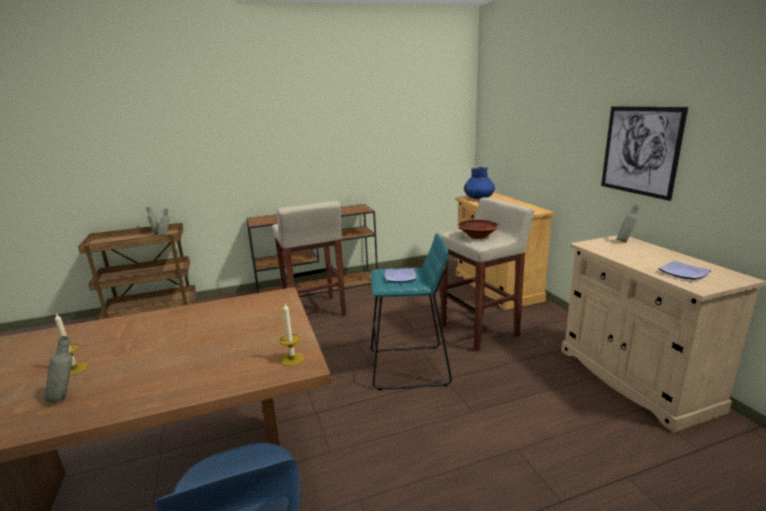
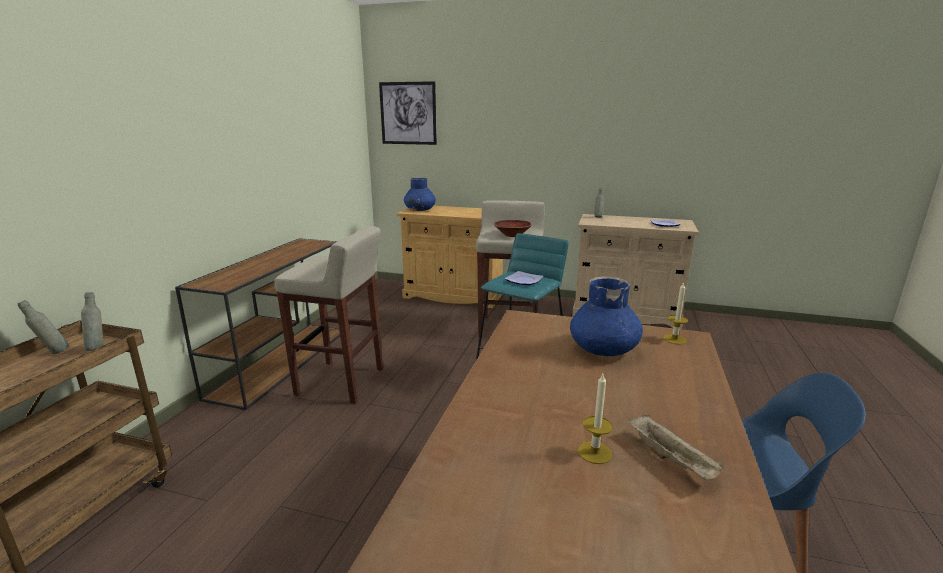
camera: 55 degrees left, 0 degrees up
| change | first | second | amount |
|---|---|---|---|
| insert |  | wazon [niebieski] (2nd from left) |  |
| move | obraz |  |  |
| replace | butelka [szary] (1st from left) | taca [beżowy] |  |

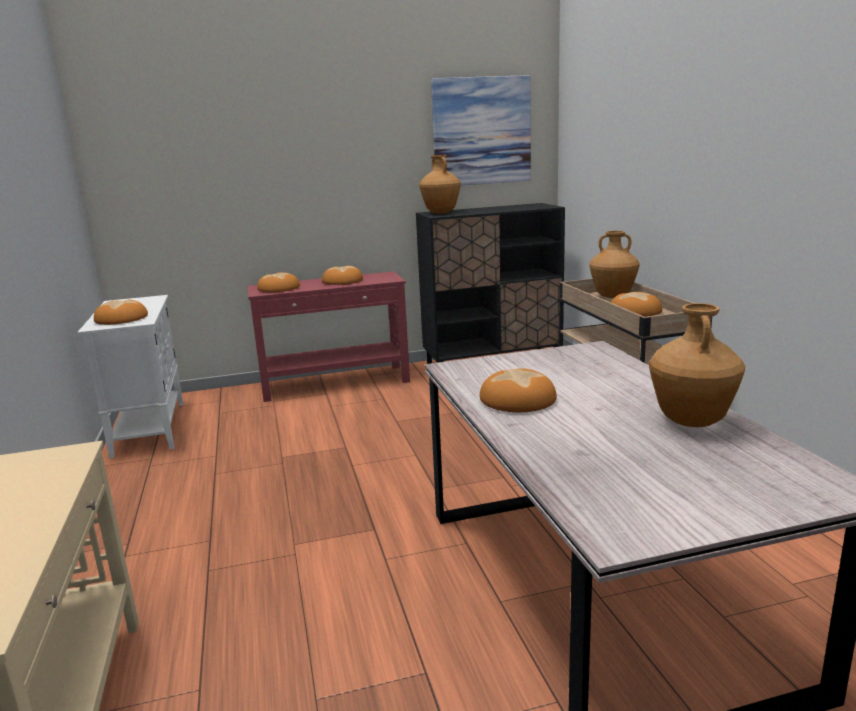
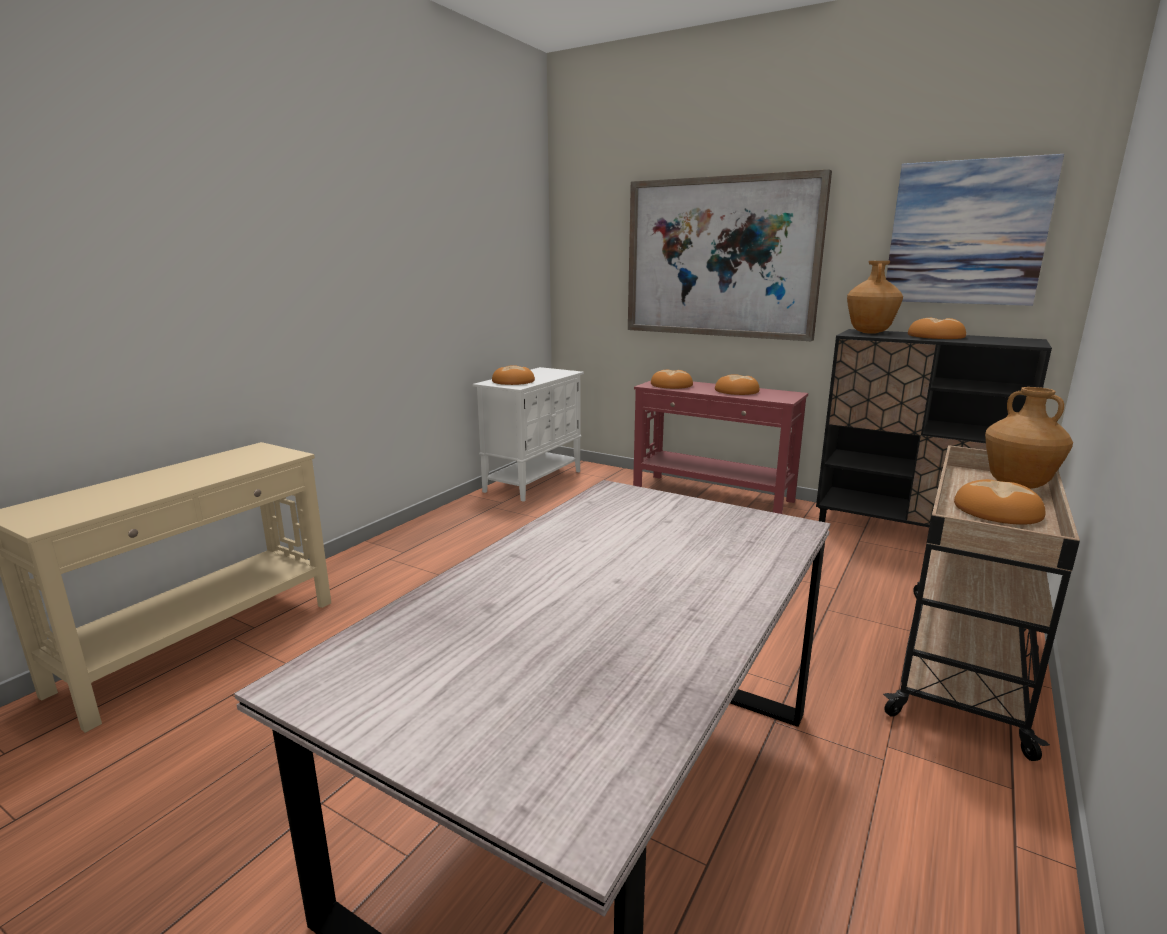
camera: 45 degrees right, 0 degrees up
| change | first | second | amount |
|---|---|---|---|
| delete | wazon [brązowy] (3rd from left) |  |  |
| insert |  | obraz (1st from left) |  |
| move | chleb (4th from left) |  |  |

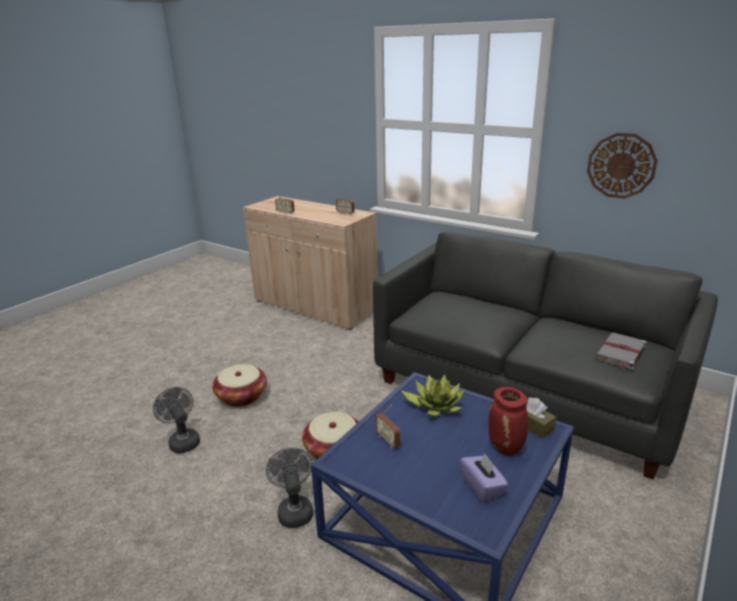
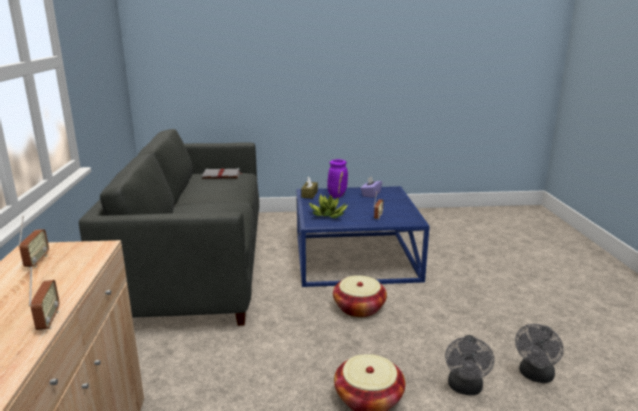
camera: 130 degrees left, 5 degrees down
| change | first | second | amount |
|---|---|---|---|
| delete | zegar ścienny |  |  |
| move | wentylator [szary] (2nd from left) |  |  |
| recolor | wazon [czerwony] | wazon [fioletowy] |  |

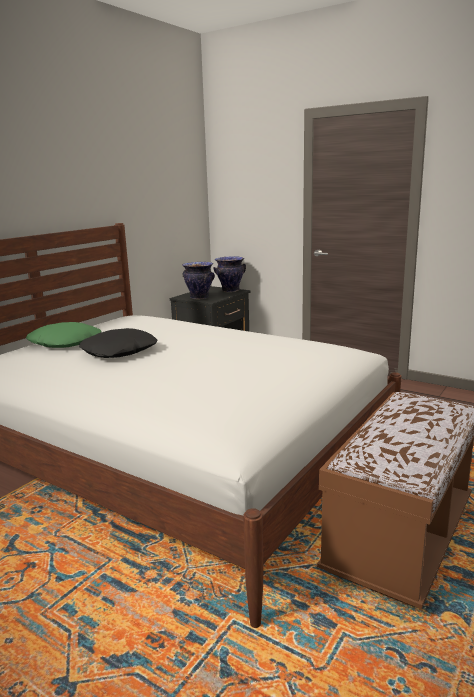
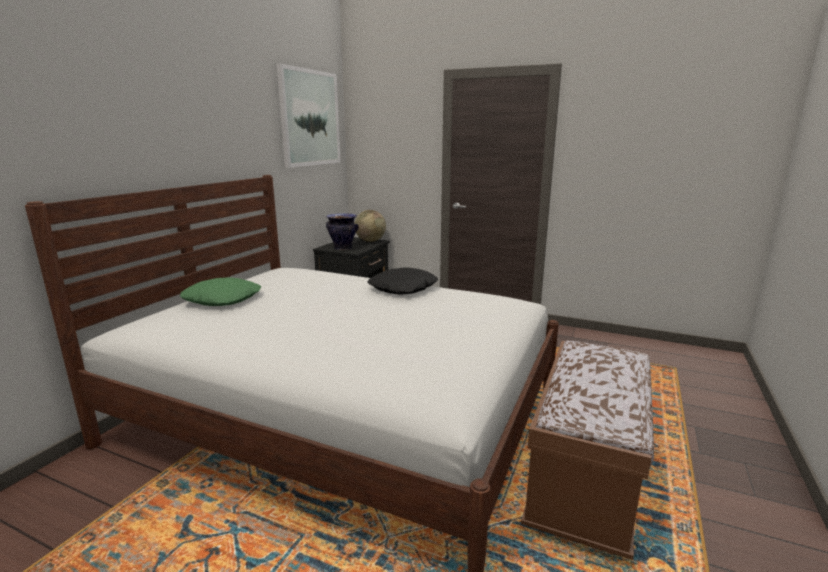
camera: 10 degrees left, 0 degrees up
| change | first | second | amount |
|---|---|---|---|
| insert |  | obraz |  |
| move | poduszka [czarny] |  |  |
| replace | wazon (2nd from left) | globus |  |

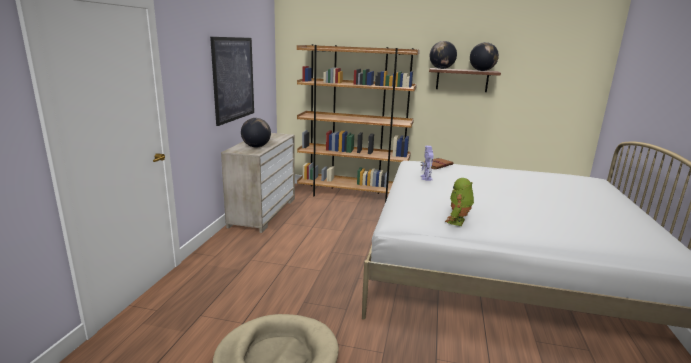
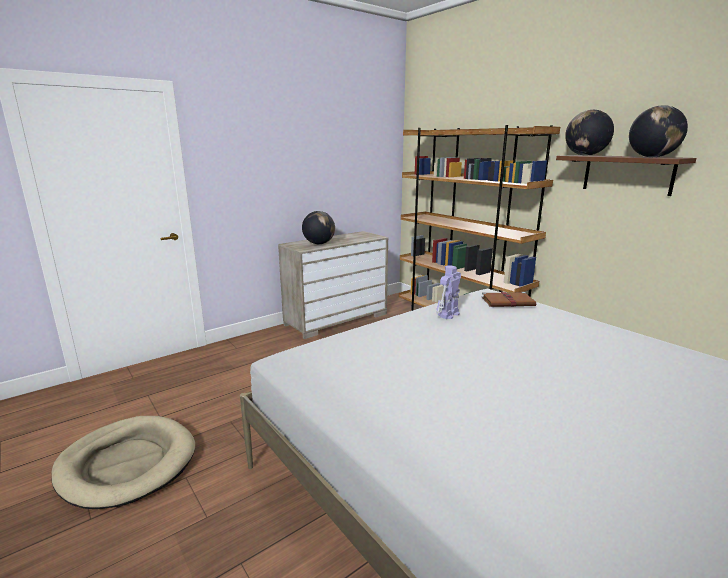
camera: 40 degrees right, 0 degrees up
| change | first | second | amount |
|---|---|---|---|
| delete | obraz |  |  |
| delete | robot zabawkowy (2nd from left) |  |  |

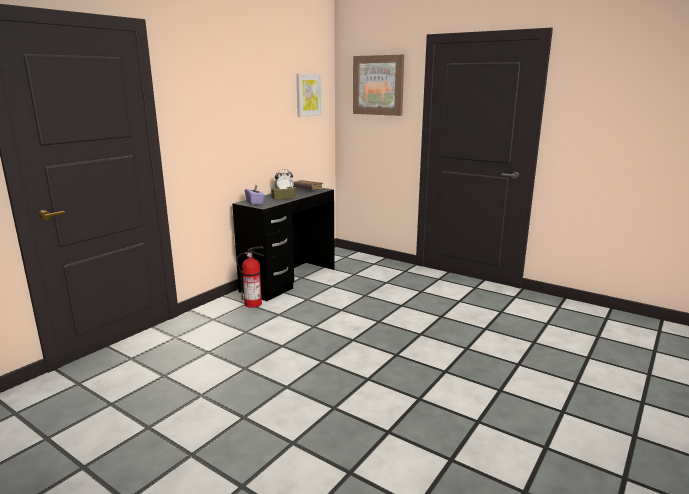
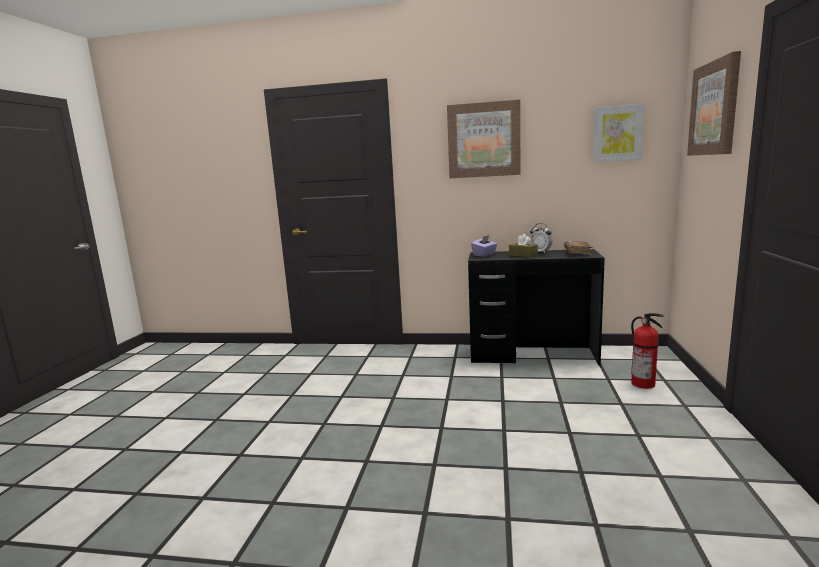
camera: 65 degrees right, 5 degrees down
| change | first | second | amount |
|---|---|---|---|
| insert |  | obraz (1st from left) |  |
| move | gaśnica |  |  |

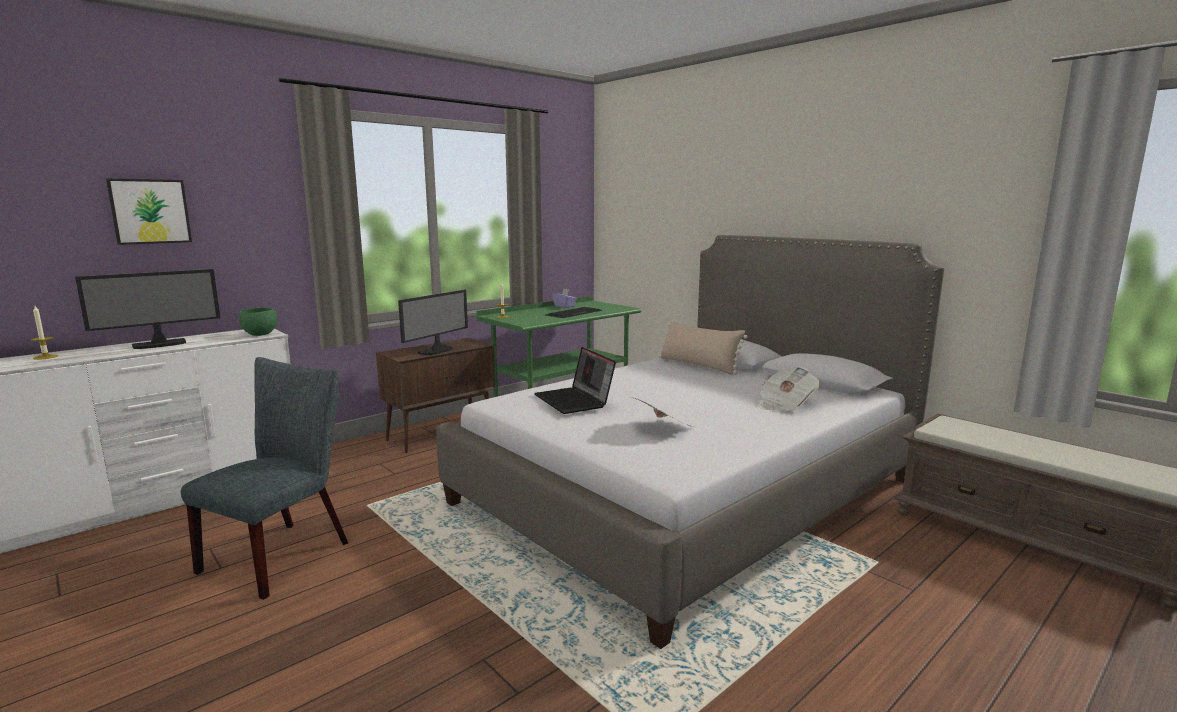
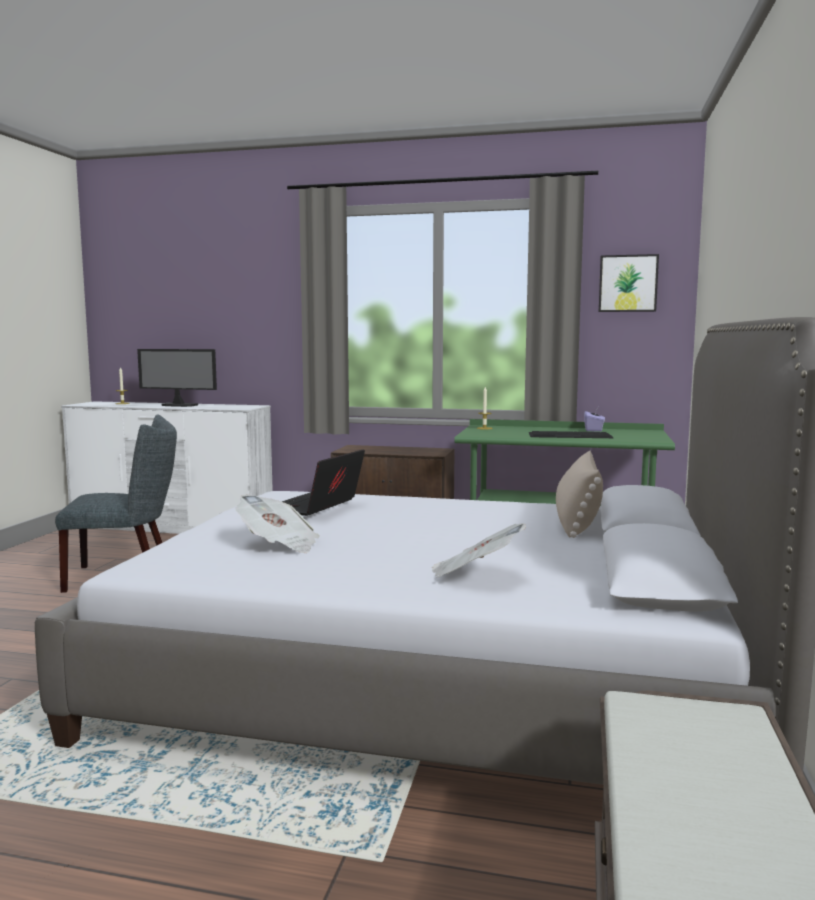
camera: 55 degrees right, 5 degrees down
| change | first | second | amount |
|---|---|---|---|
| delete | miska [zielony] |  |  |
| delete | monitor (2nd from left) |  |  |
| move | obraz |  |  |

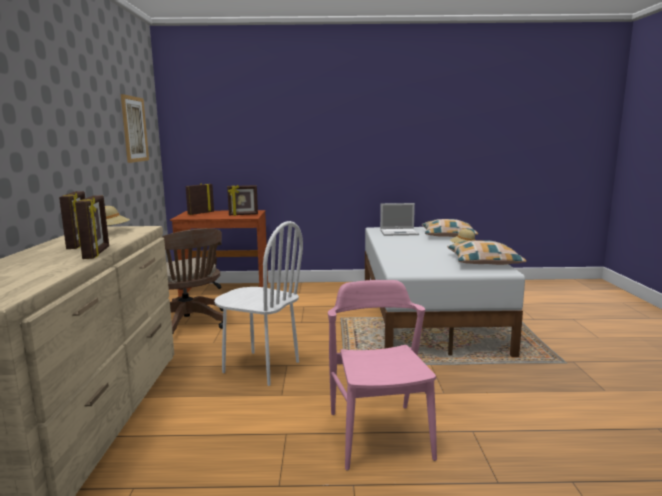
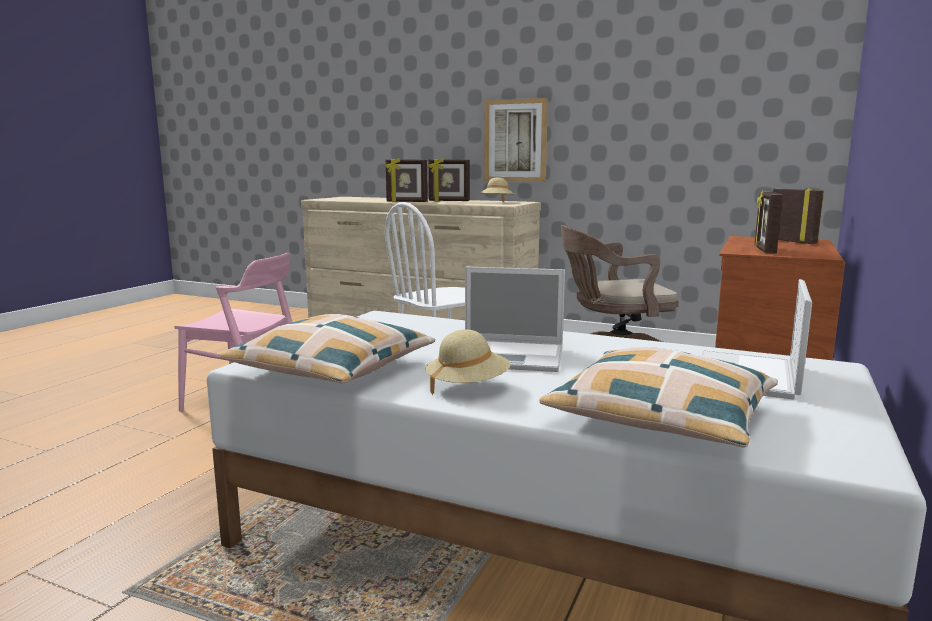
camera: 115 degrees right, 0 degrees up
| change | first | second | amount |
|---|---|---|---|
| insert |  | laptop (1st from left) |  |
| move | obraz |  |  |

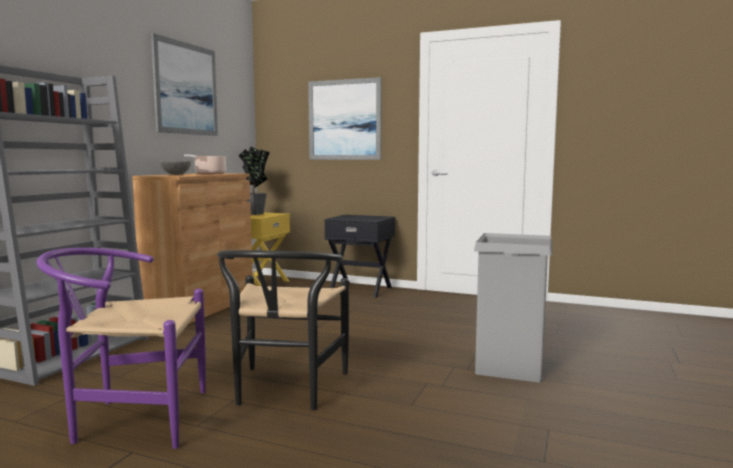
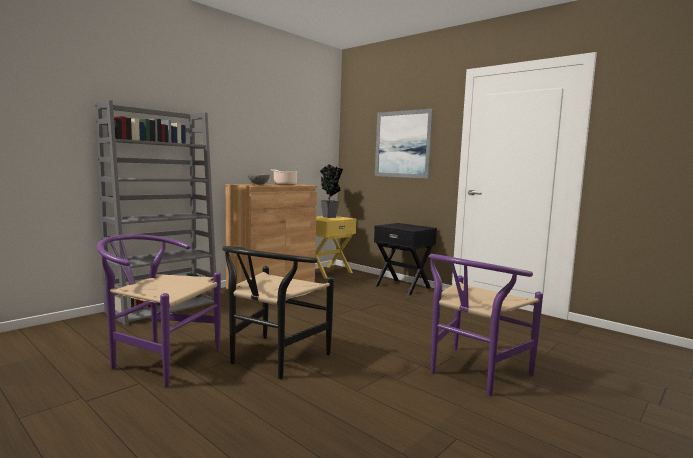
camera: 20 degrees right, 0 degrees up
| change | first | second | amount |
|---|---|---|---|
| delete | obraz (1st from left) |  |  |
| replace | kosz na śmieci [szary] | krzesło [fioletowy] (2nd from left) |  |

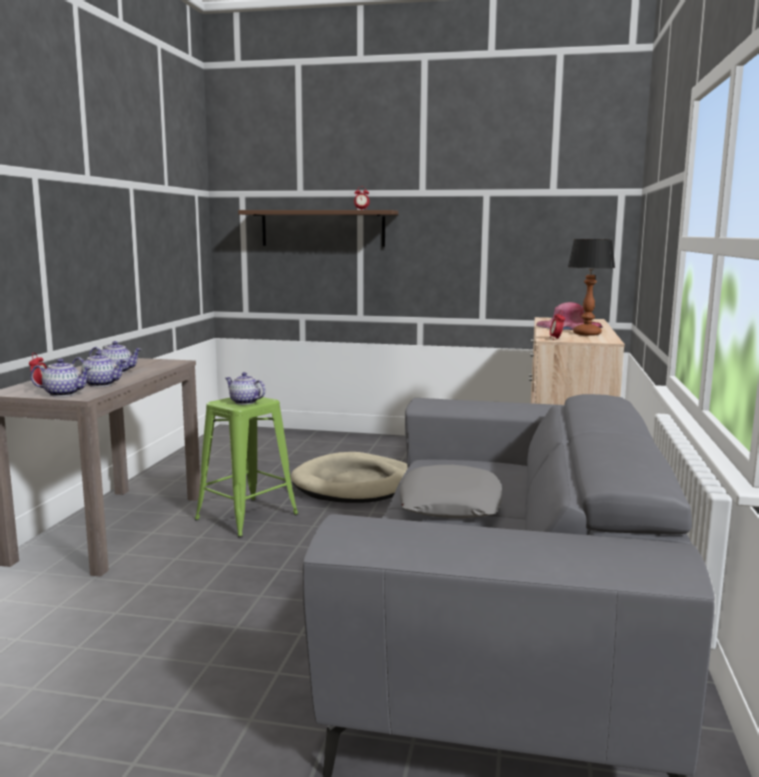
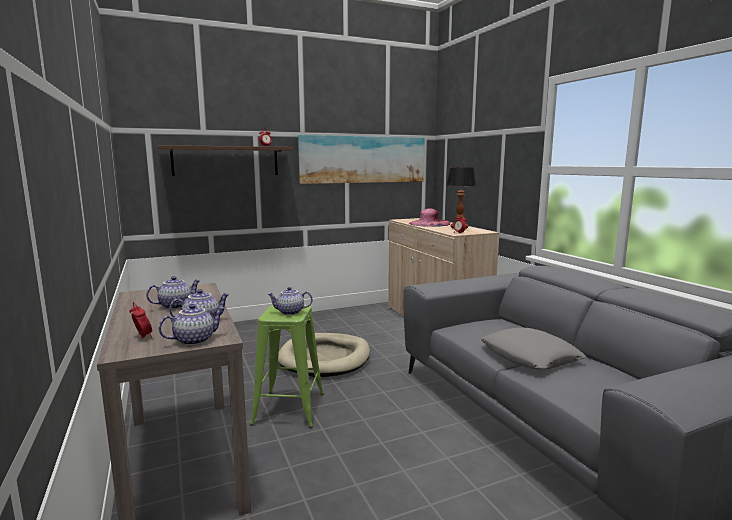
camera: 35 degrees left, 0 degrees up
| change | first | second | amount |
|---|---|---|---|
| insert |  | obraz |  |

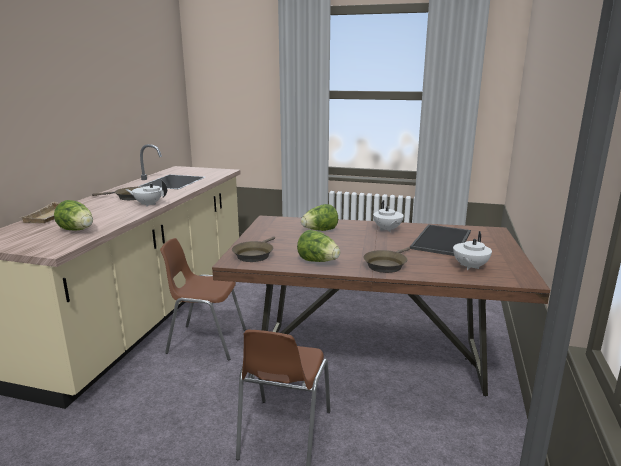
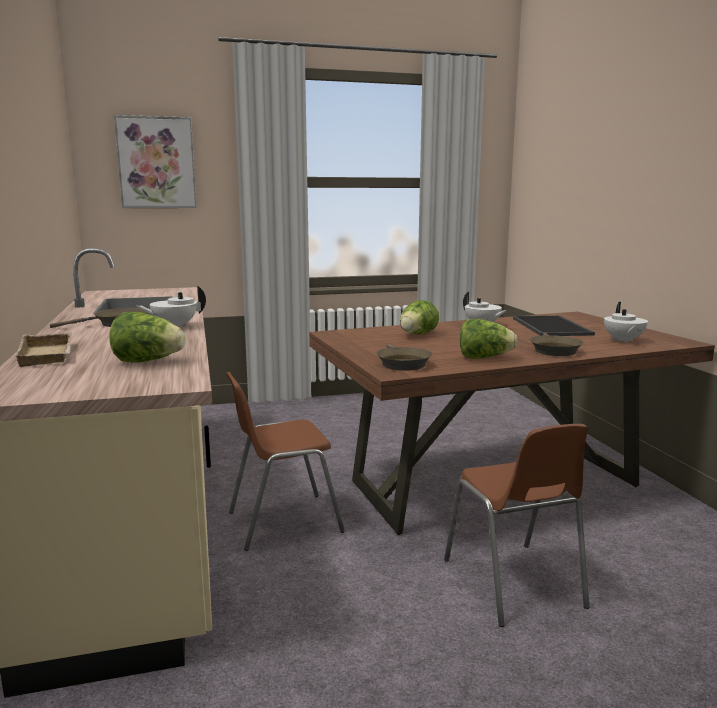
camera: 30 degrees left, 5 degrees down
| change | first | second | amount |
|---|---|---|---|
| insert |  | obraz |  |

